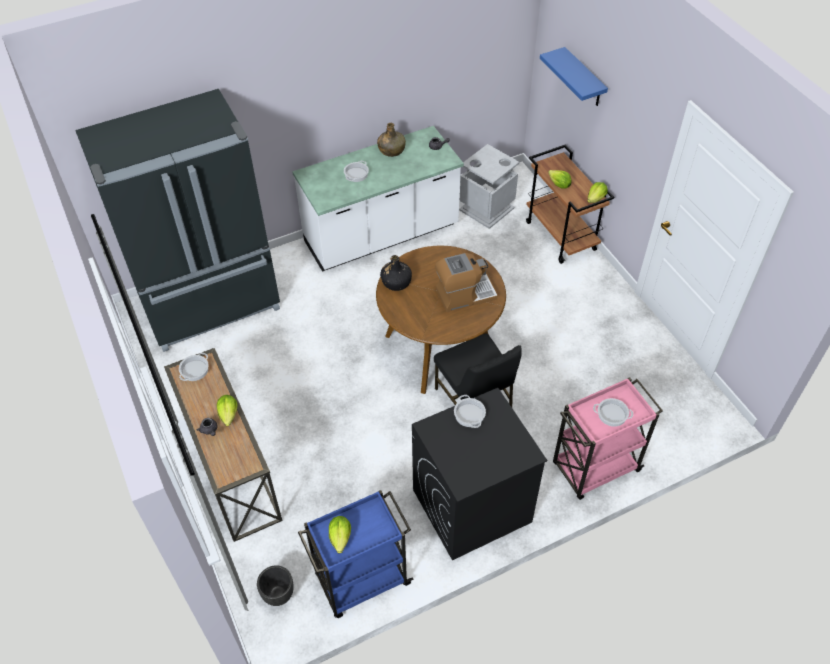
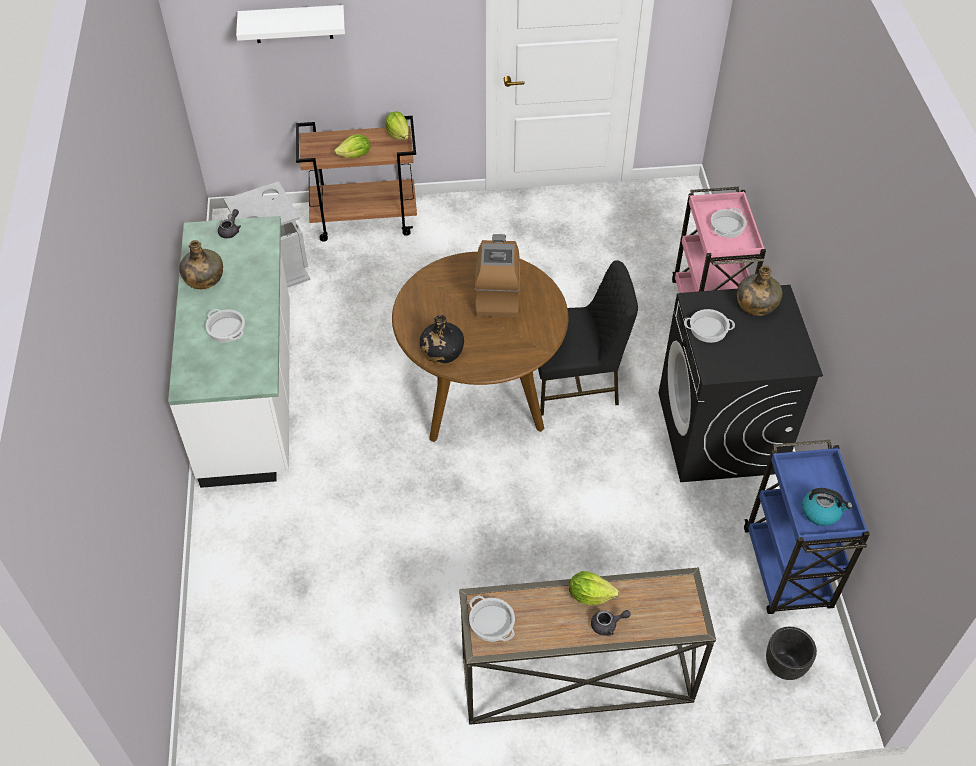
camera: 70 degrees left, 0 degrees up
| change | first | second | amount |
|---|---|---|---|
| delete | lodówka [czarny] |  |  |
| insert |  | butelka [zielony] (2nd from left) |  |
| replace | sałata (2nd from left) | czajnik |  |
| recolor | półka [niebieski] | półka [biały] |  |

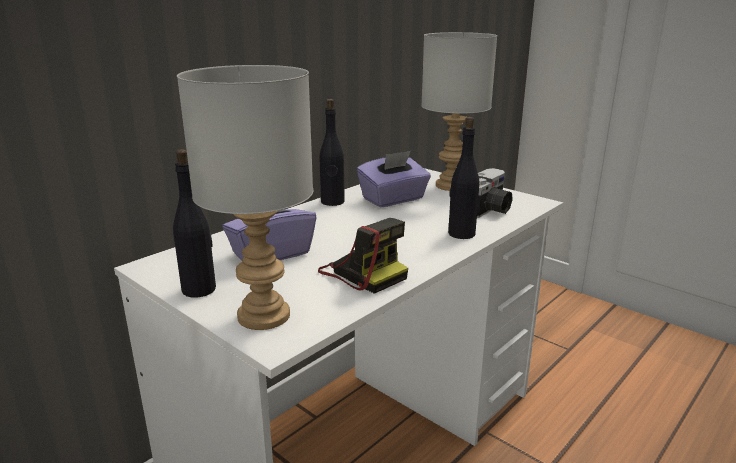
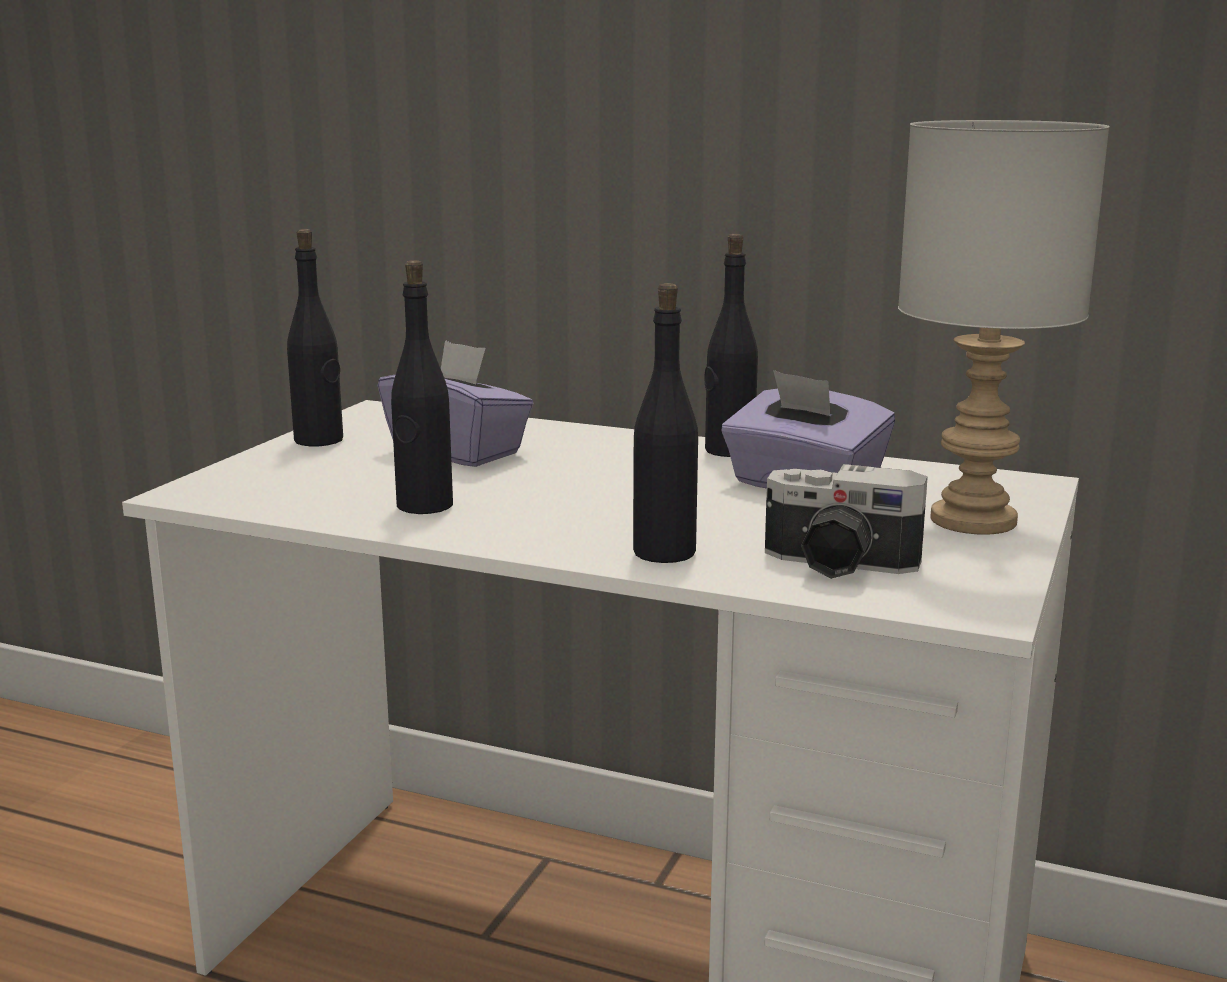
camera: 70 degrees right, 5 degrees down
| change | first | second | amount |
|---|---|---|---|
| delete | lampa stołowa [szary] (1st from left) |  |  |
| replace | aparat fotograficzny (1st from left) | butelka [czarny] (2nd from left) |  |

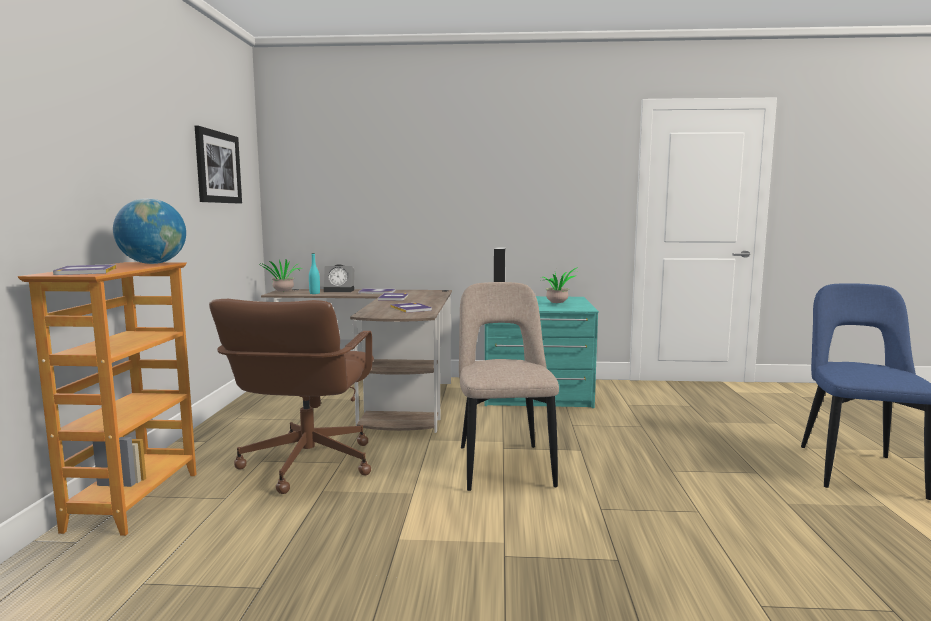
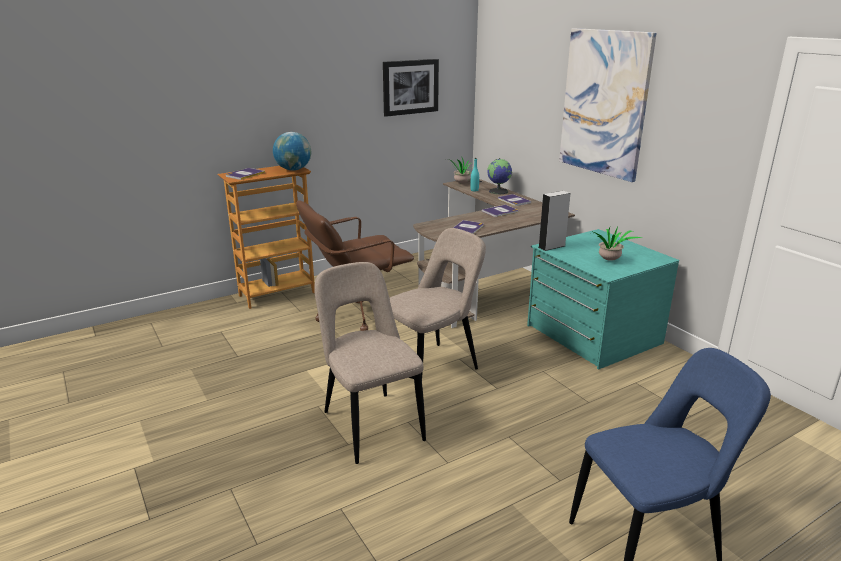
camera: 55 degrees right, 15 degrees up
| change | first | second | amount |
|---|---|---|---|
| insert |  | krzesło [beżowy] (1st from left) |  |
| insert |  | obraz (2nd from left) |  |
| replace | budzik | globus (2nd from left) |  |

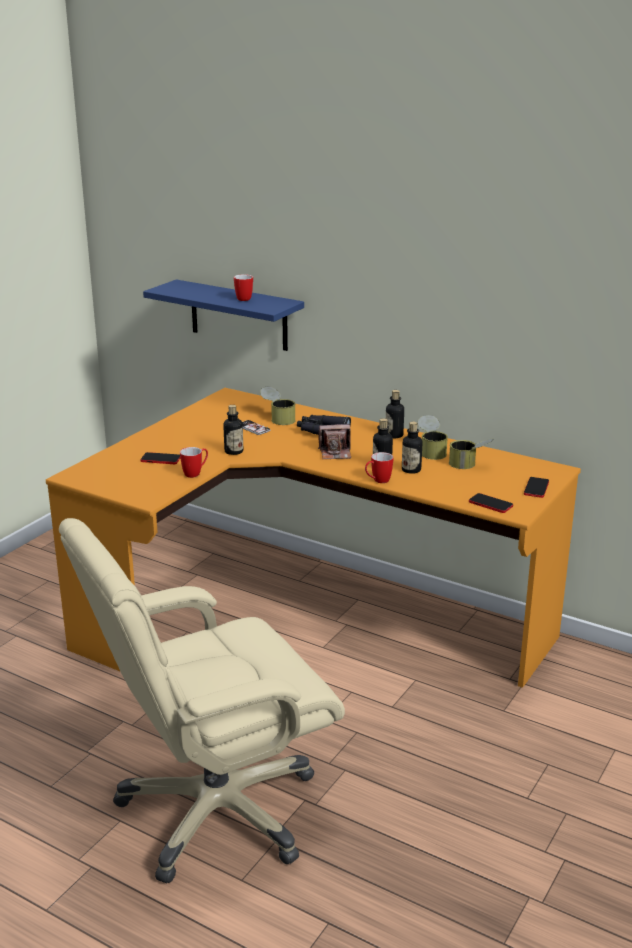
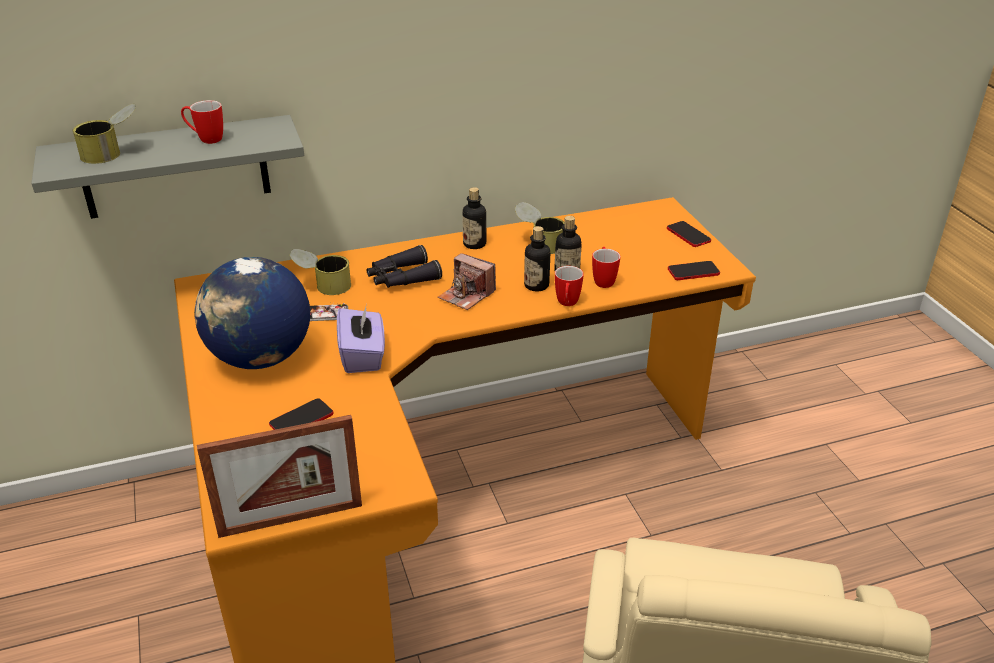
camera: 50 degrees left, 10 degrees up
| change | first | second | amount |
|---|---|---|---|
| insert |  | globus |  |
| insert |  | ramka na zdjęcie |  |
| move | kubek (1st from left in the first image) | kubek (3rd from left) |  |
| move | puszka (3rd from left in the first image) | puszka (1st from left) |  |
| replace | butelka (1st from left) | pudełko chusteczek [fioletowy] |  |
| recolor | półka [niebieski] | półka [szary] |  |
| rotate | aparat fotograficzny |  | 90 degrees clockwise |

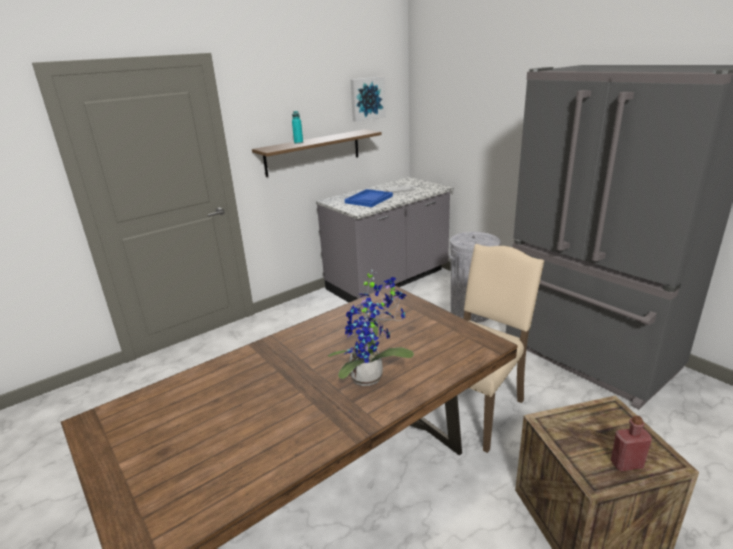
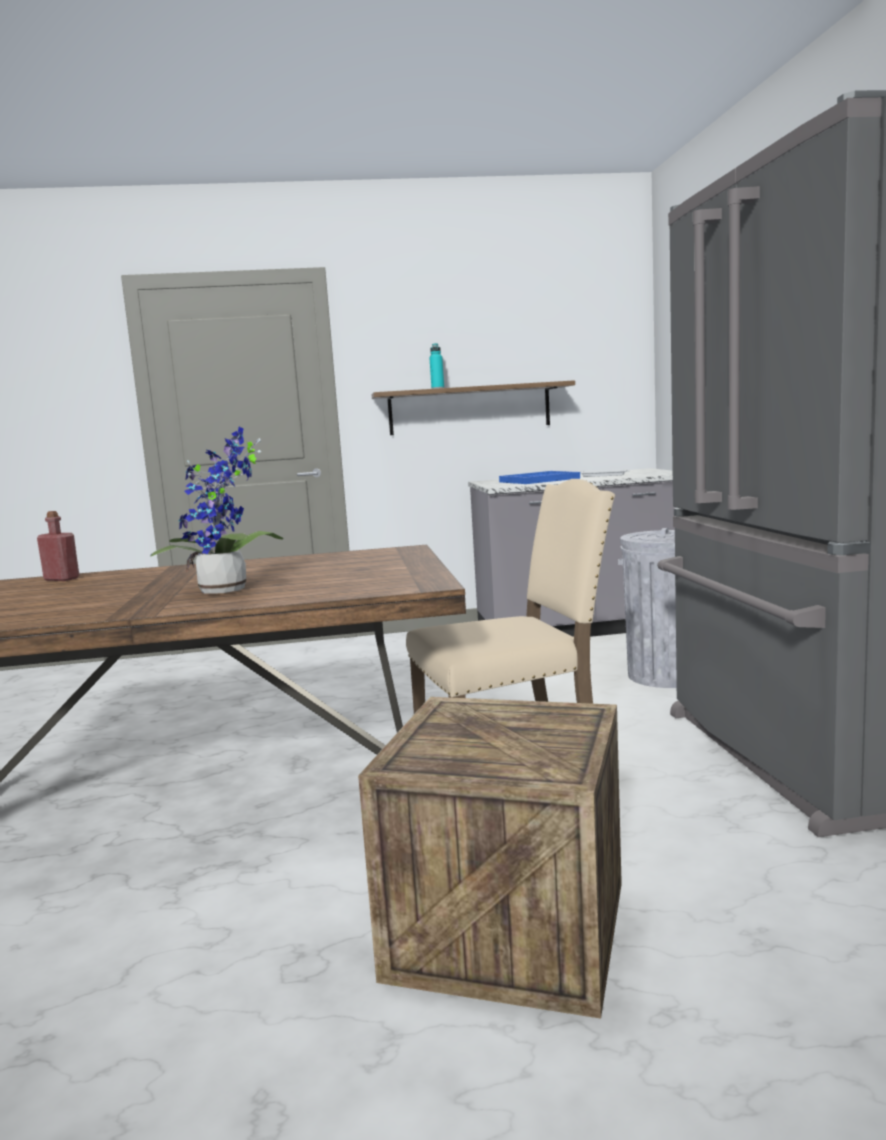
camera: 30 degrees right, 15 degrees down
| change | first | second | amount |
|---|---|---|---|
| delete | obraz |  |  |
| move | butelka [czerwony] |  |  |

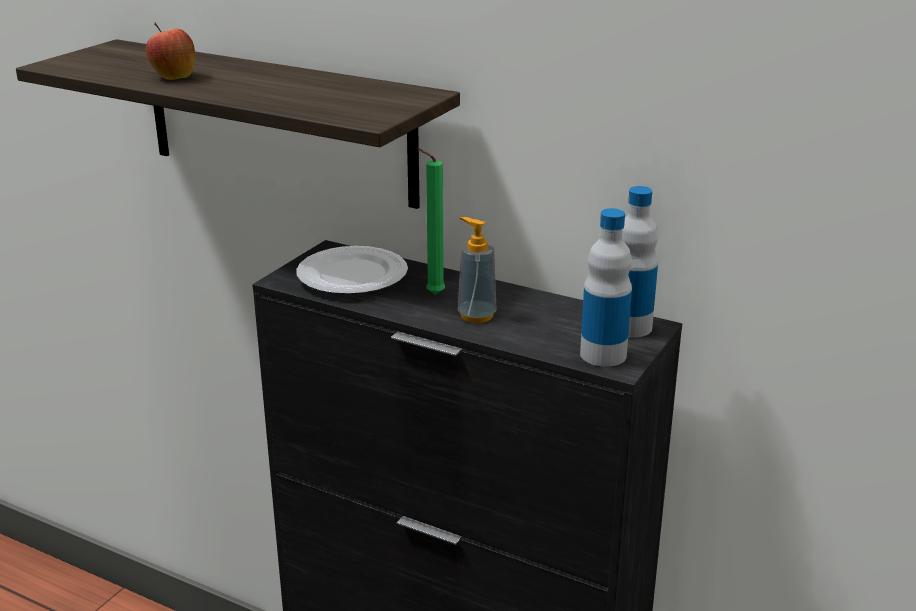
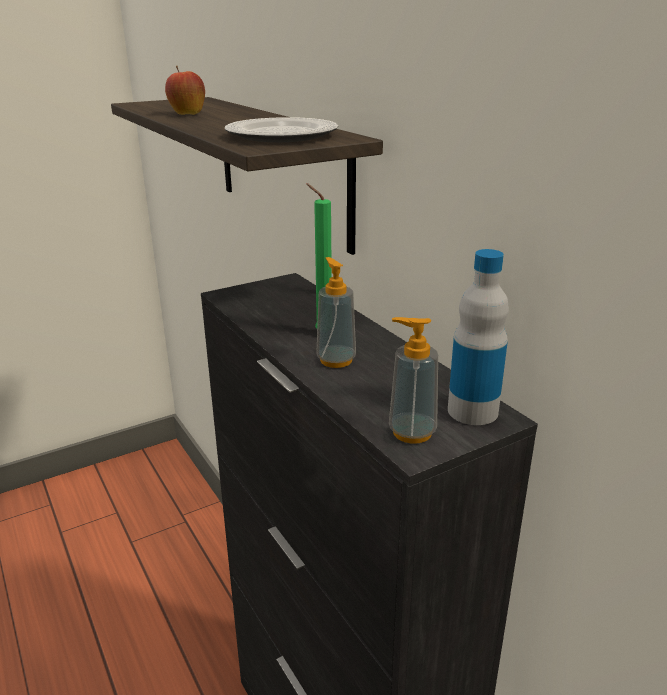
camera: 30 degrees right, 0 degrees up
| change | first | second | amount |
|---|---|---|---|
| move | talerz |  |  |
| replace | butelka (1st from left) | dozownik mydła (2nd from left) |  |

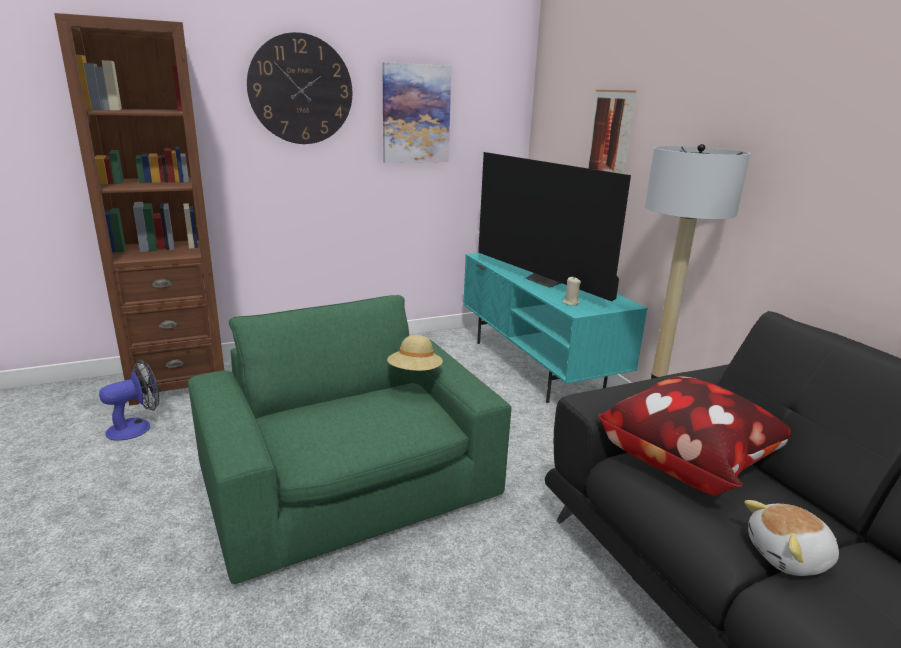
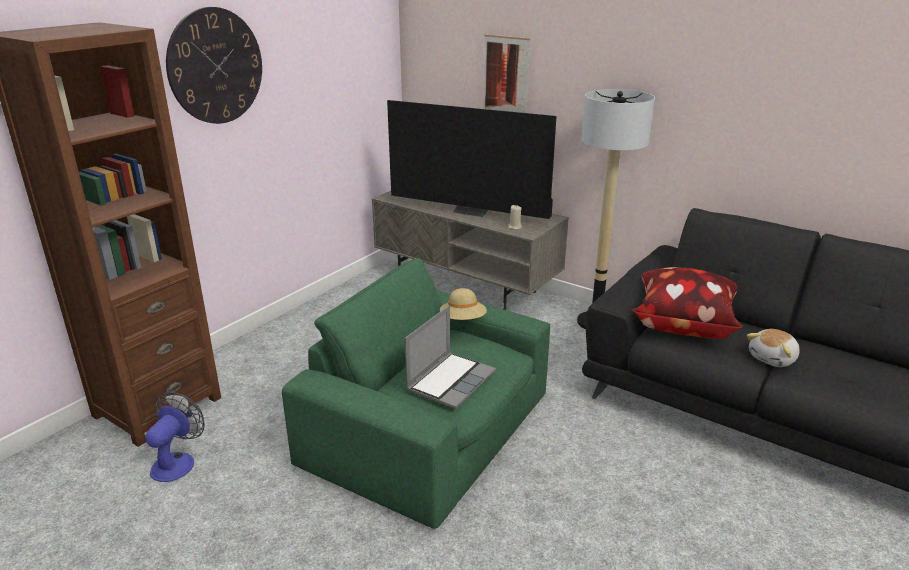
camera: 30 degrees left, 5 degrees up
| change | first | second | amount |
|---|---|---|---|
| delete | obraz (1st from left) |  |  |
| insert |  | laptop |  |
| recolor | szafka pod telewizor [turkusowy] | szafka pod telewizor [szary] |  |

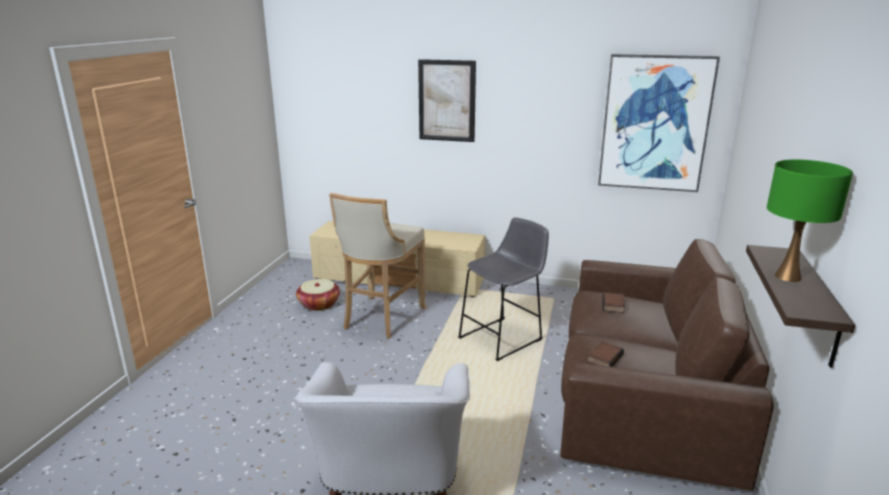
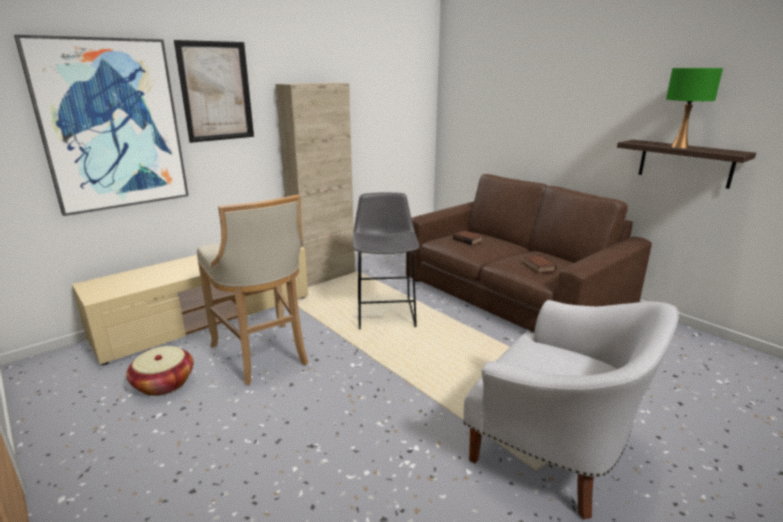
camera: 55 degrees left, 0 degrees up
| change | first | second | amount |
|---|---|---|---|
| insert |  | szafka [beżowy] |  |
| move | obraz (2nd from left in the first image) | obraz (1st from left) |  |

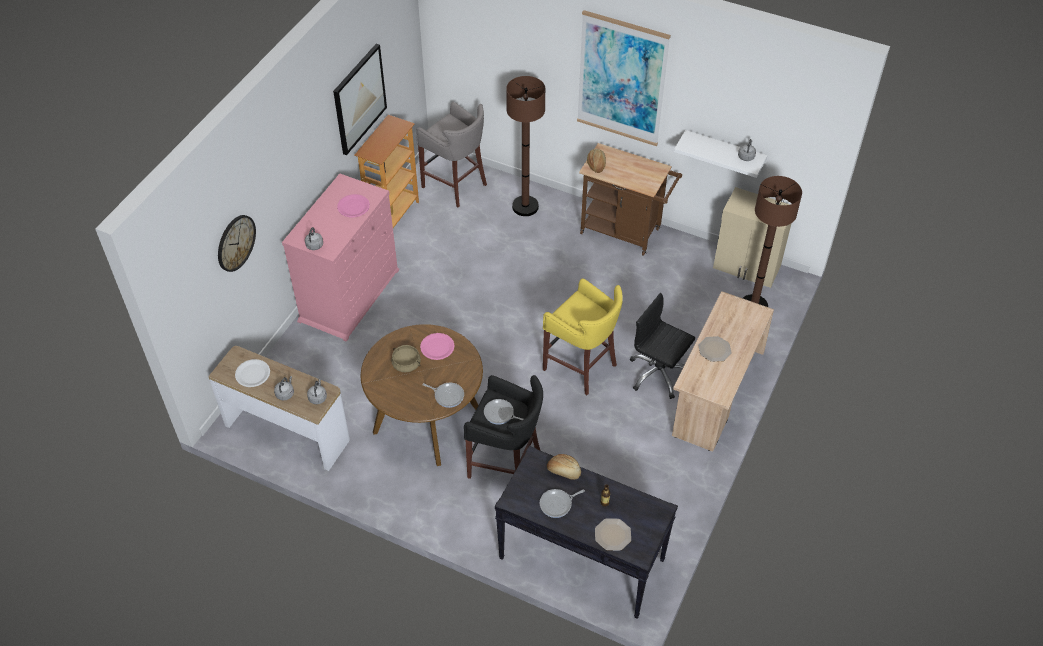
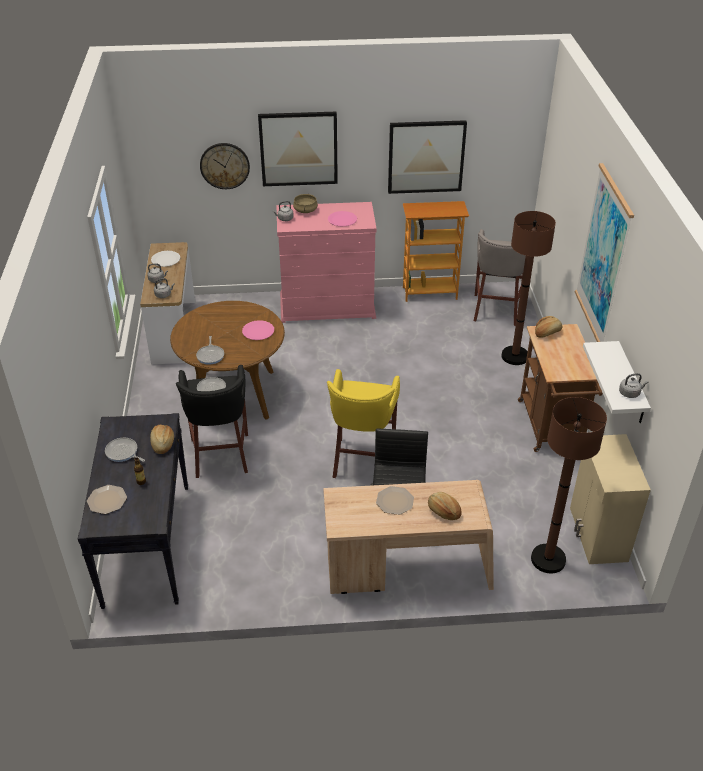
camera: 60 degrees right, 10 degrees down
| change | first | second | amount |
|---|---|---|---|
| insert |  | obraz (1st from left) |  |
| insert |  | chleb (2nd from left) |  |
| move | garnek [beżowy] |  |  |

